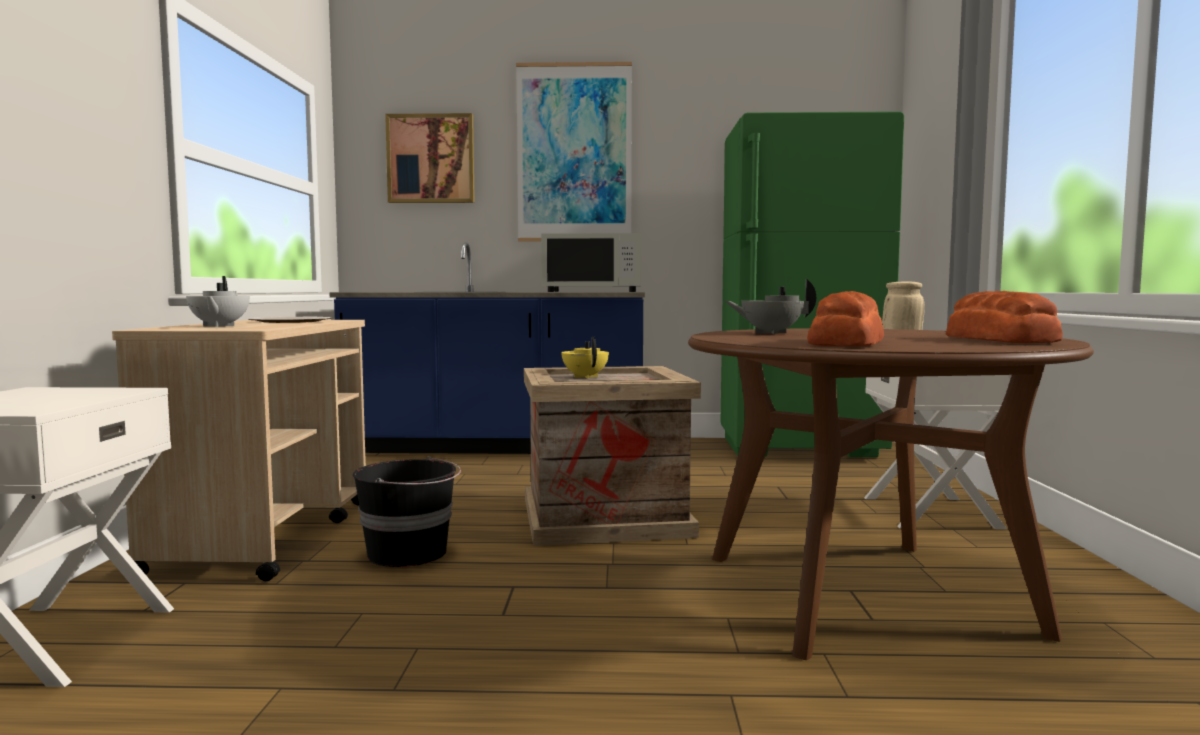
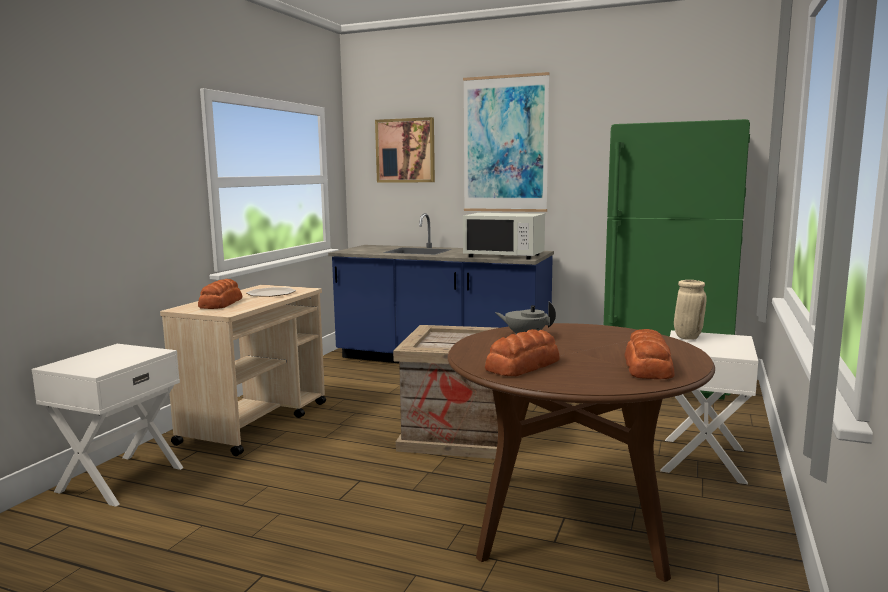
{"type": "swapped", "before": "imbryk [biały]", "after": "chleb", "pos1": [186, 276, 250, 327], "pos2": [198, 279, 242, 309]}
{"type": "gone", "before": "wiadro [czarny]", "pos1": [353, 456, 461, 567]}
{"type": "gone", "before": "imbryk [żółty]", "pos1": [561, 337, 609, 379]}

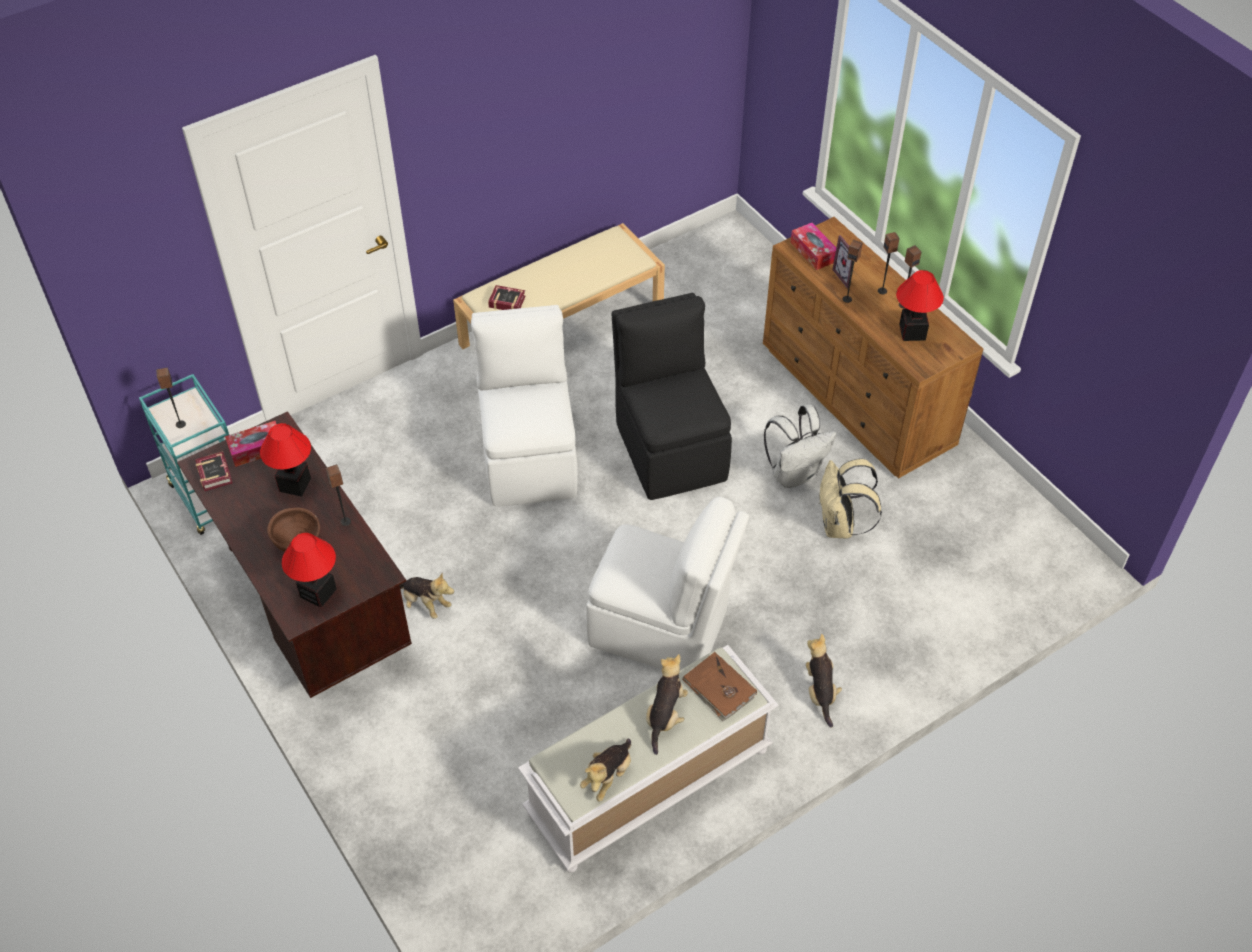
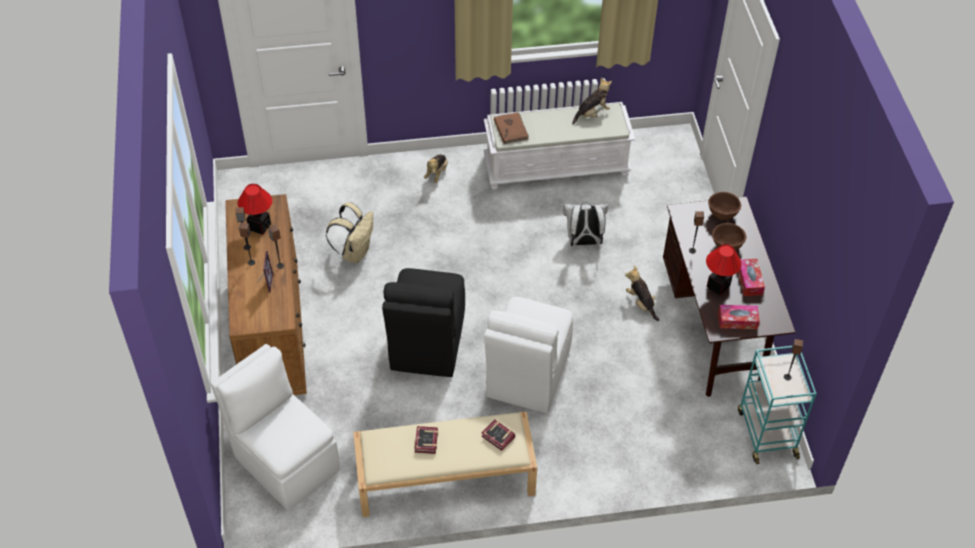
{"type": "shifted", "before": "książka", "pos1": [195, 451, 233, 491], "pos2": [415, 426, 438, 454]}
{"type": "swapped", "before": "lampa stołowa", "after": "miska [brązowy]", "pos1": [281, 533, 337, 607], "pos2": [708, 192, 741, 220]}
{"type": "shifted", "before": "krzesło [biały]", "pos1": [586, 497, 749, 670], "pos2": [211, 344, 340, 510]}
{"type": "gone", "before": "pluszak", "pos1": [646, 654, 688, 755]}
{"type": "shifted", "before": "plecak [biały]", "pos1": [764, 404, 837, 488], "pos2": [563, 202, 608, 246]}
{"type": "shifted", "before": "pudełko chusteczek", "pos1": [790, 223, 836, 270], "pos2": [738, 259, 765, 296]}

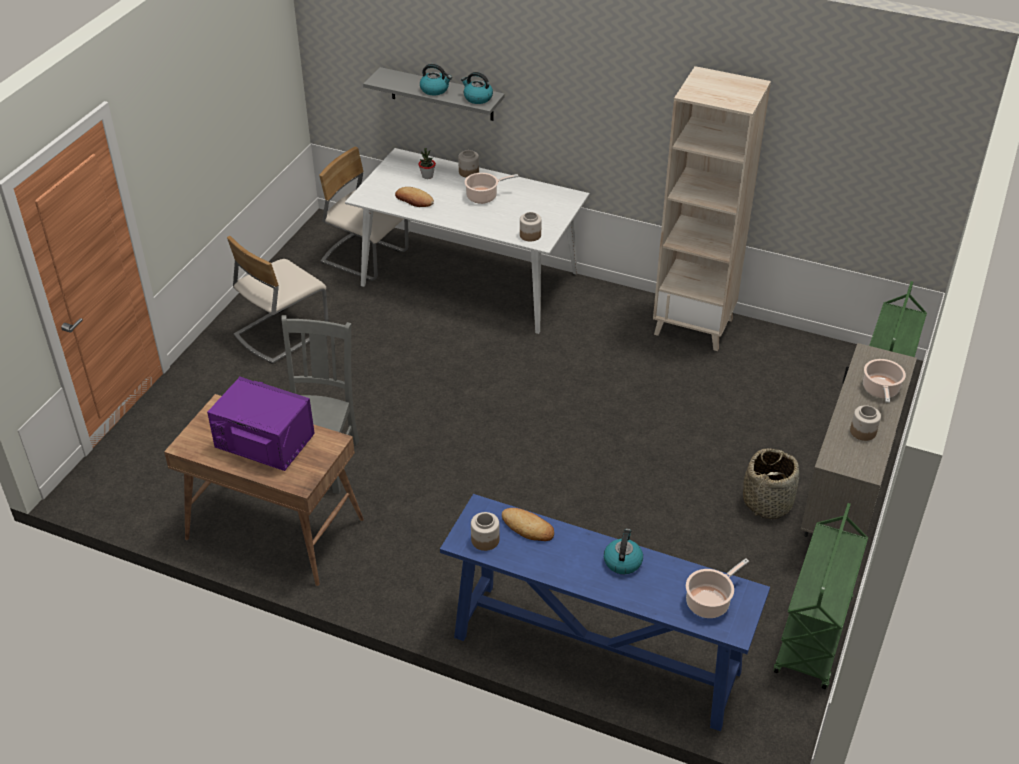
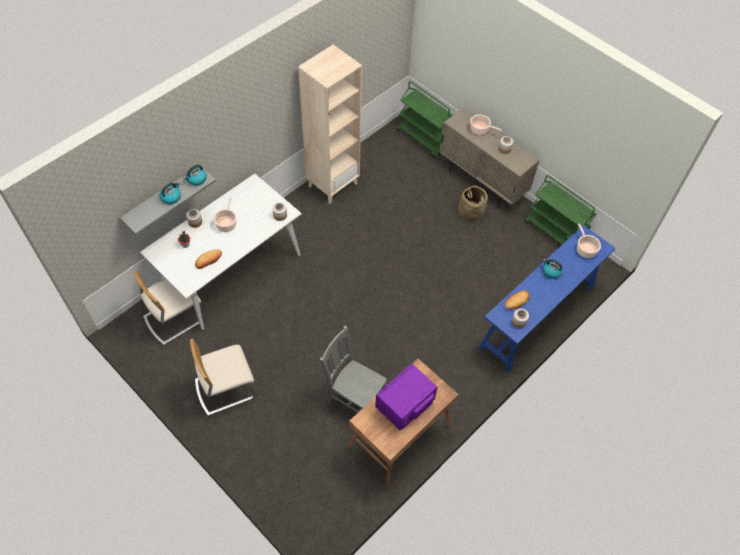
{"type": "rotated", "before": "krzesło [beżowy]", "pos1": [227, 236, 329, 364], "pos2": [190, 339, 255, 416], "turn": 90}

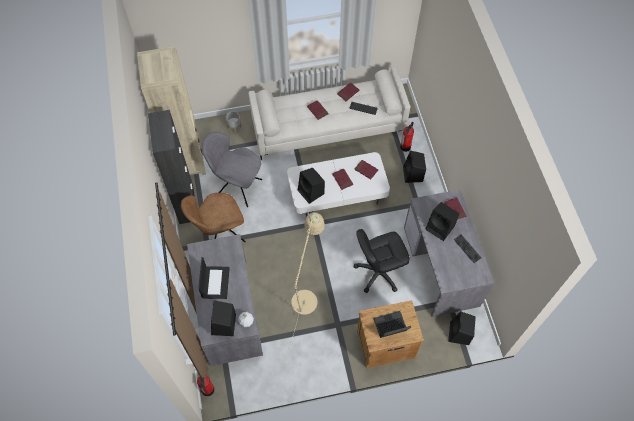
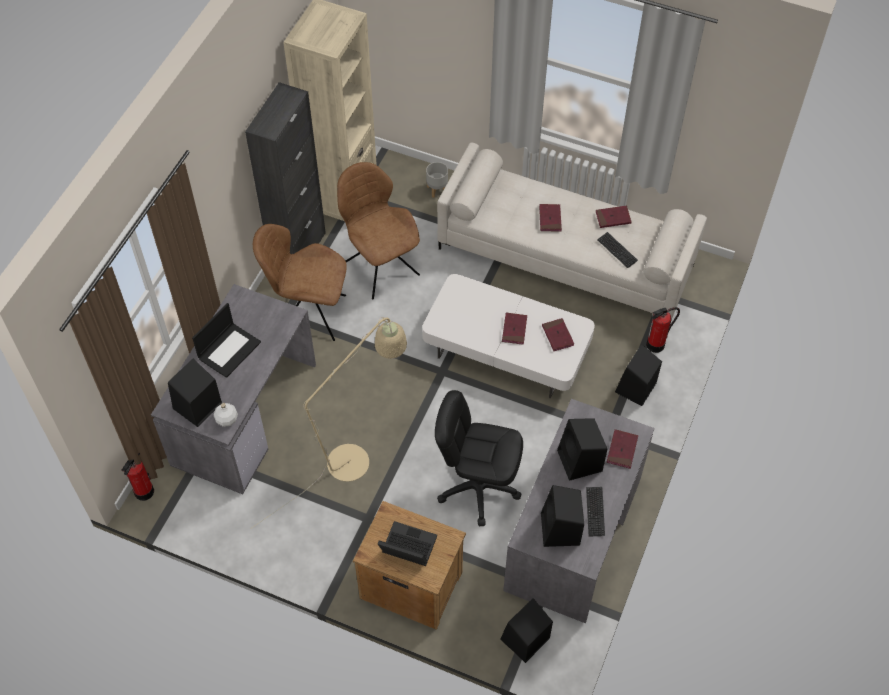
{"type": "repainted", "before": "krzesło [szary]", "after": "krzesło [brązowy]", "pos1": [202, 132, 262, 207], "pos2": [337, 162, 420, 299]}
{"type": "shifted", "before": "głośnik [czarny]", "pos1": [298, 168, 325, 204], "pos2": [541, 485, 584, 547]}

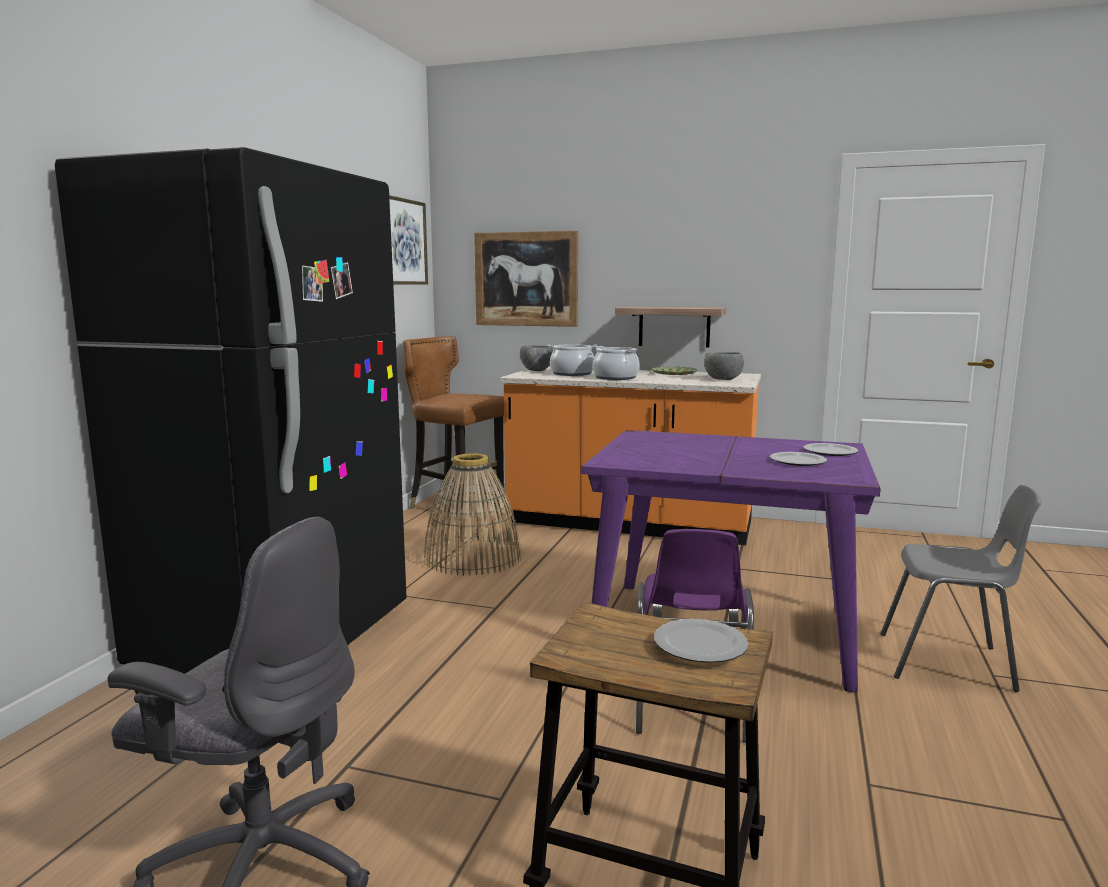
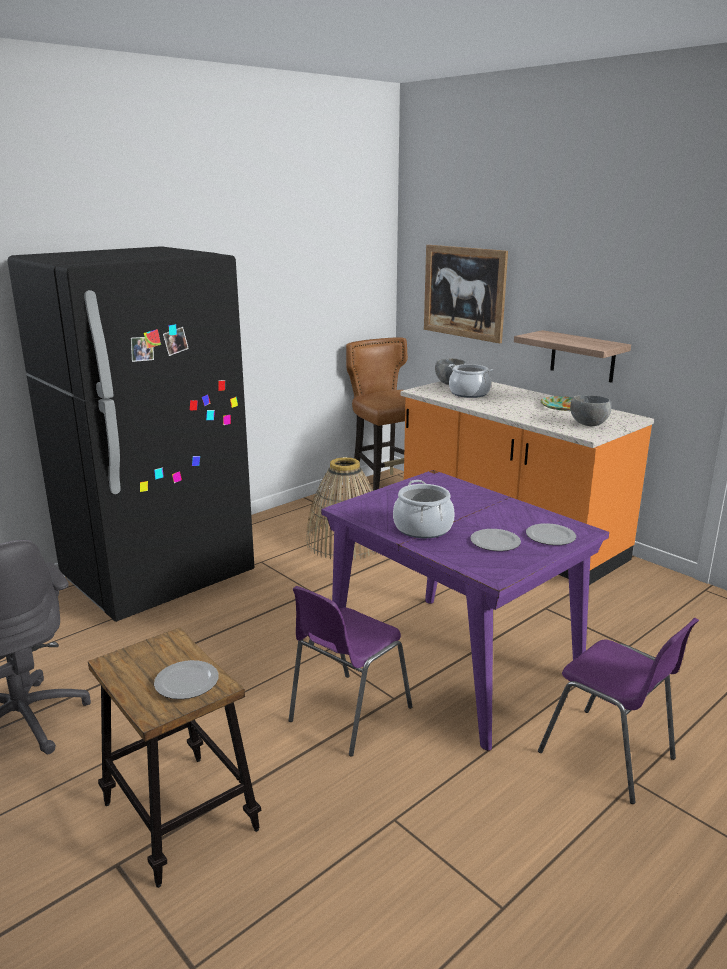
{"type": "gone", "before": "obraz", "pos1": [389, 195, 428, 285]}
{"type": "shifted", "before": "garnek", "pos1": [592, 346, 640, 380], "pos2": [393, 480, 455, 538]}
{"type": "repainted", "before": "krzesło [szary]", "after": "krzesło [fioletowy]", "pos1": [880, 485, 1042, 692], "pos2": [538, 618, 699, 804]}

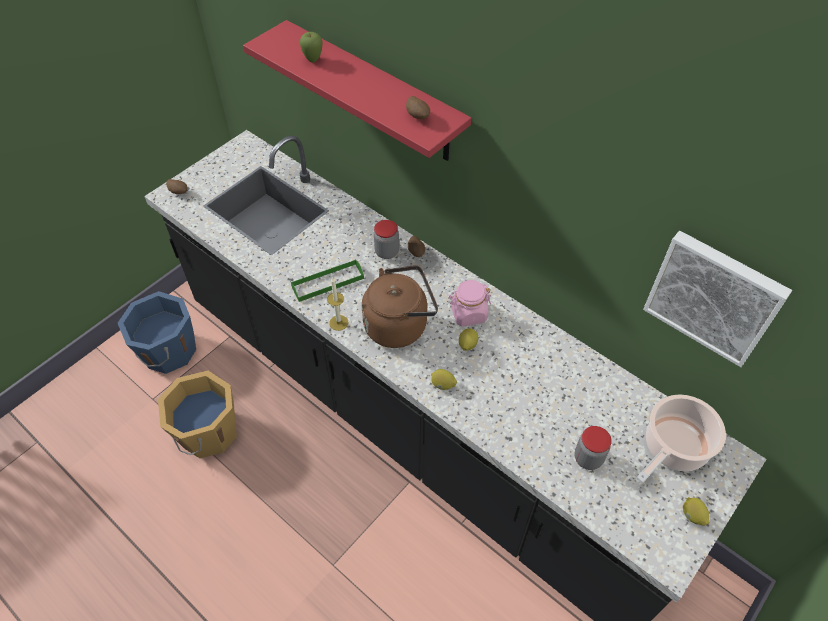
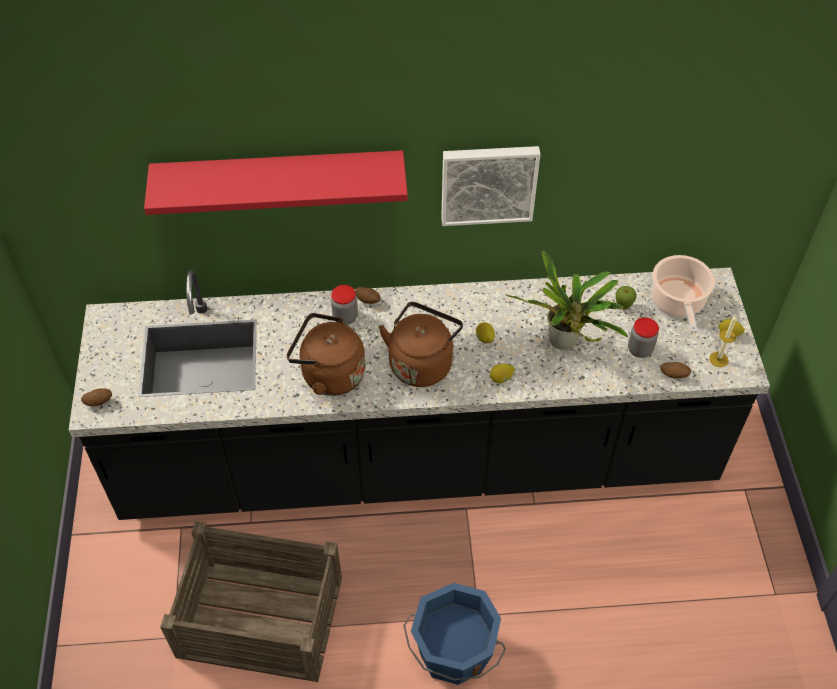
{"type": "shifted", "before": "wiadro [niebieski]", "pos1": [118, 291, 196, 374], "pos2": [403, 583, 506, 685]}
{"type": "swapped", "before": "wiadro [pomarańczowy]", "after": "skrzynka", "pos1": [158, 371, 237, 458], "pos2": [160, 521, 342, 682]}
{"type": "swapped", "before": "taca [zielony]", "after": "czajnik [brązowy]", "pos1": [291, 259, 364, 302], "pos2": [287, 313, 365, 396]}
{"type": "shifted", "before": "jabłko", "pos1": [300, 32, 323, 63], "pos2": [616, 286, 637, 310]}
{"type": "shifted", "before": "świeca", "pos1": [327, 277, 348, 331], "pos2": [709, 315, 737, 367]}
{"type": "shifted", "before": "ziemniak", "pos1": [406, 96, 430, 119], "pos2": [660, 362, 692, 379]}
{"type": "gone", "before": "słoik [różowy]", "pos1": [448, 280, 491, 327]}
{"type": "shifted", "before": "obraz", "pos1": [643, 231, 792, 367], "pos2": [441, 146, 541, 226]}
{"type": "new", "after": "roślina doniczkowa", "pos2": [505, 251, 628, 350]}

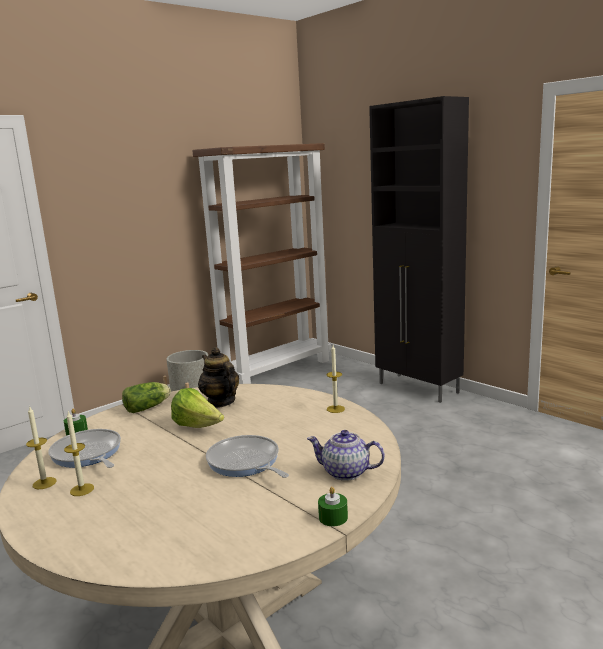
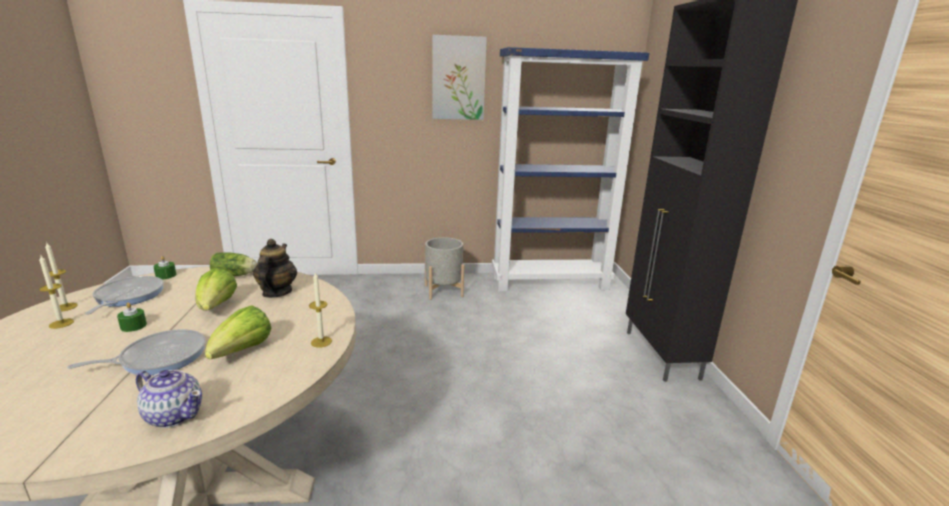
{"type": "repainted", "before": "regał [brązowy]", "after": "regał [niebieski]", "pos1": [192, 143, 331, 384], "pos2": [492, 47, 649, 292]}
{"type": "rotated", "before": "patelnia", "pos1": [206, 435, 289, 478], "pos2": [67, 329, 205, 375], "turn": 60}
{"type": "rotated", "before": "imbryk", "pos1": [307, 430, 385, 481], "pos2": [136, 370, 202, 428], "turn": 150}
{"type": "shifted", "before": "świeca [zielony]", "pos1": [318, 487, 348, 526], "pos2": [117, 303, 147, 332]}
{"type": "new", "after": "sałata", "pos2": [205, 305, 271, 359]}
{"type": "new", "after": "obraz", "pos2": [432, 35, 487, 120]}

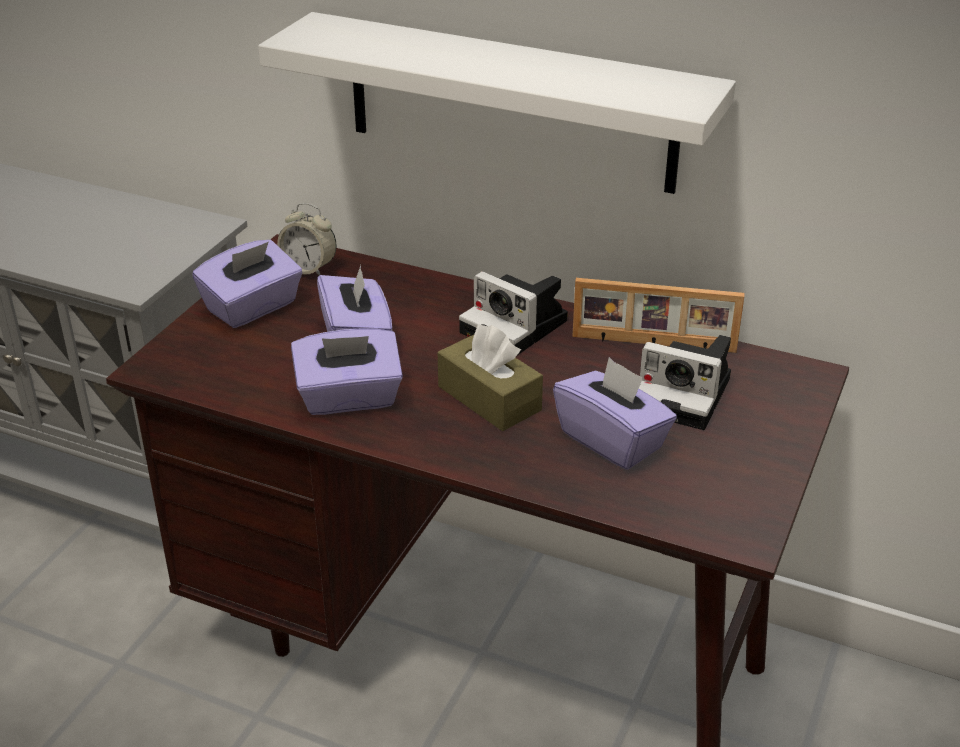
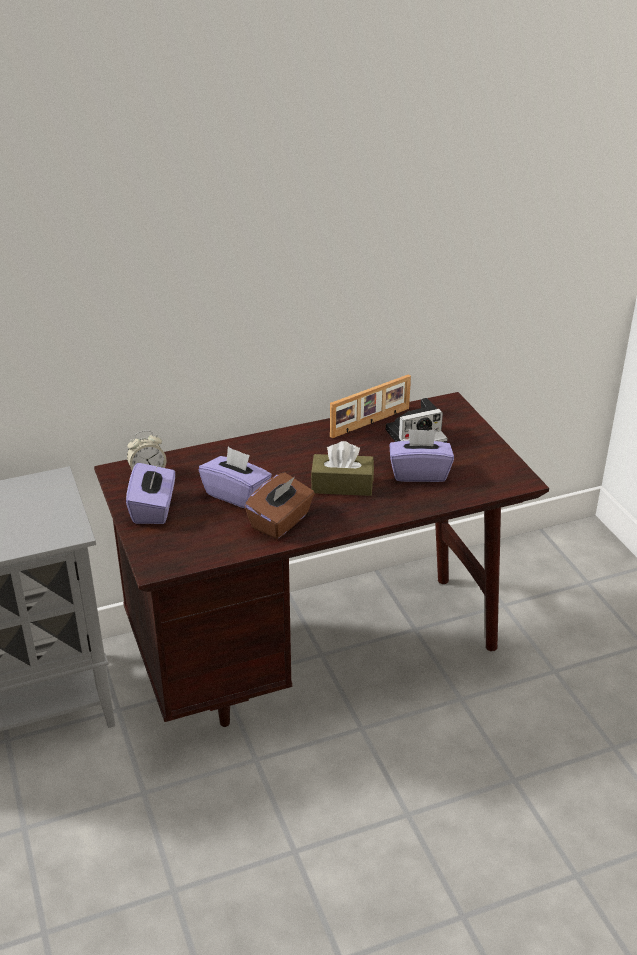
{"type": "gone", "before": "półka [biały]", "pos1": [258, 12, 736, 194]}
{"type": "repainted", "before": "pudełko chusteczek [fioletowy]", "after": "pudełko chusteczek [brązowy]", "pos1": [291, 328, 403, 415], "pos2": [245, 472, 315, 539]}
{"type": "gone", "before": "aparat fotograficzny", "pos1": [459, 271, 568, 355]}

